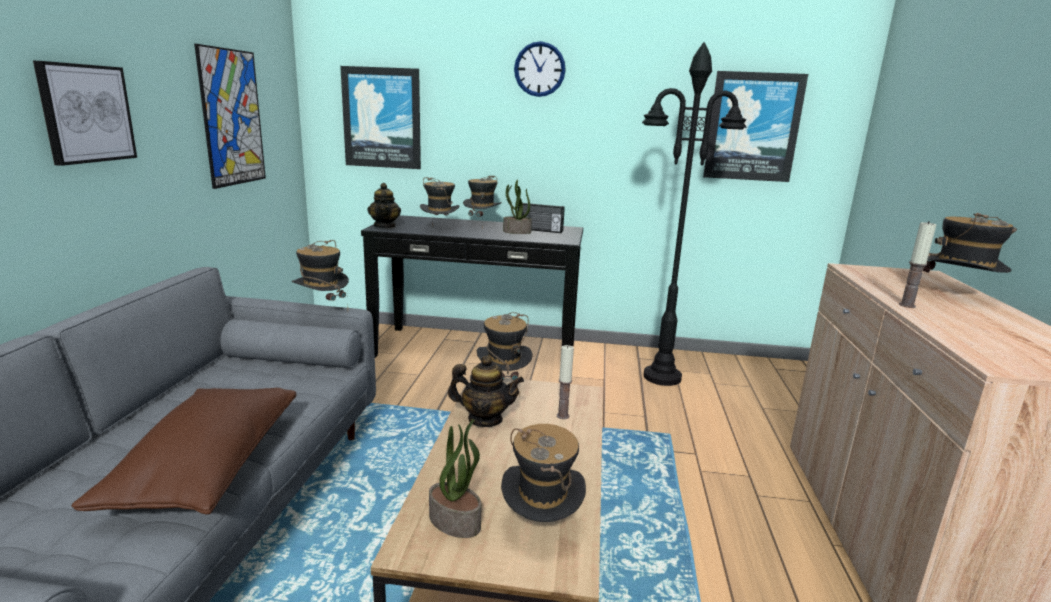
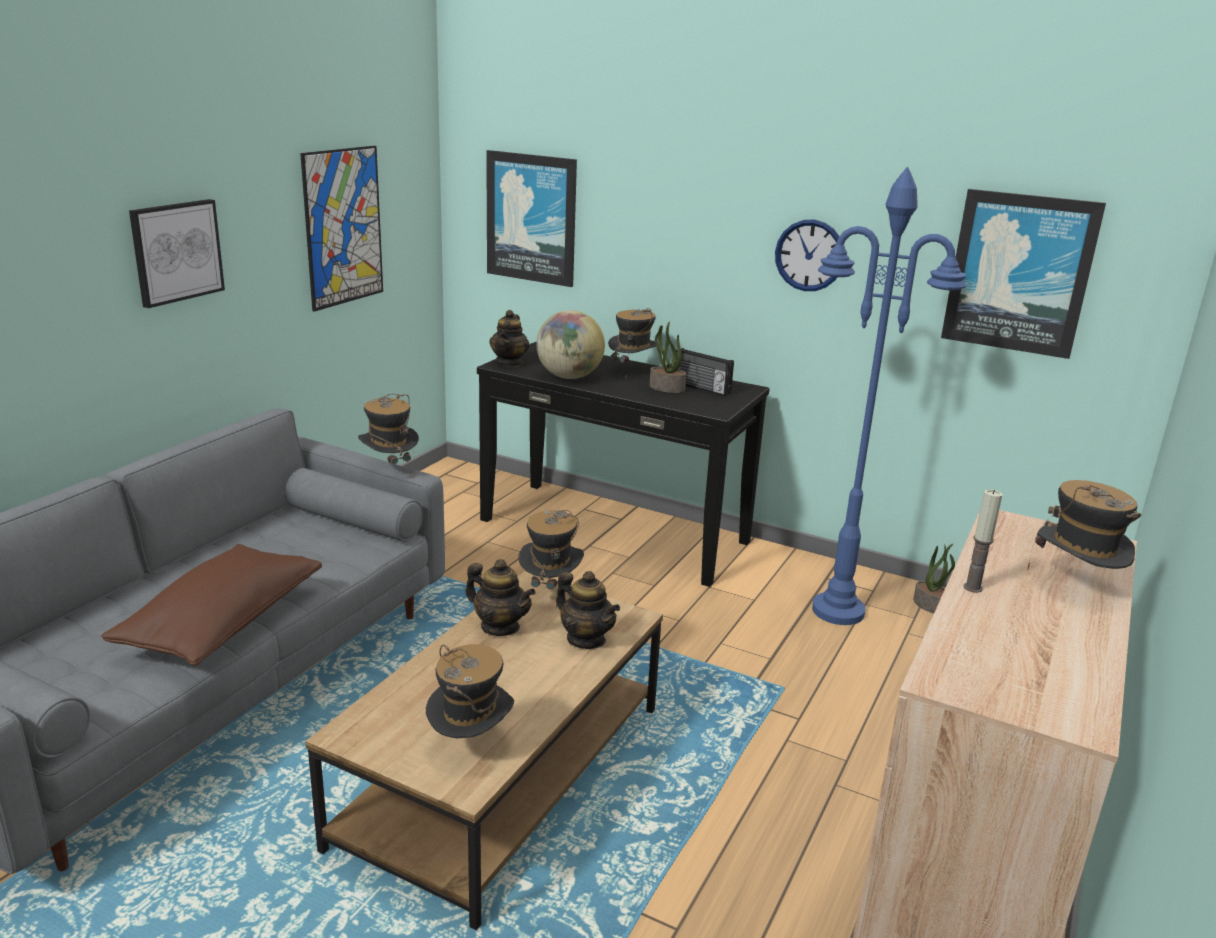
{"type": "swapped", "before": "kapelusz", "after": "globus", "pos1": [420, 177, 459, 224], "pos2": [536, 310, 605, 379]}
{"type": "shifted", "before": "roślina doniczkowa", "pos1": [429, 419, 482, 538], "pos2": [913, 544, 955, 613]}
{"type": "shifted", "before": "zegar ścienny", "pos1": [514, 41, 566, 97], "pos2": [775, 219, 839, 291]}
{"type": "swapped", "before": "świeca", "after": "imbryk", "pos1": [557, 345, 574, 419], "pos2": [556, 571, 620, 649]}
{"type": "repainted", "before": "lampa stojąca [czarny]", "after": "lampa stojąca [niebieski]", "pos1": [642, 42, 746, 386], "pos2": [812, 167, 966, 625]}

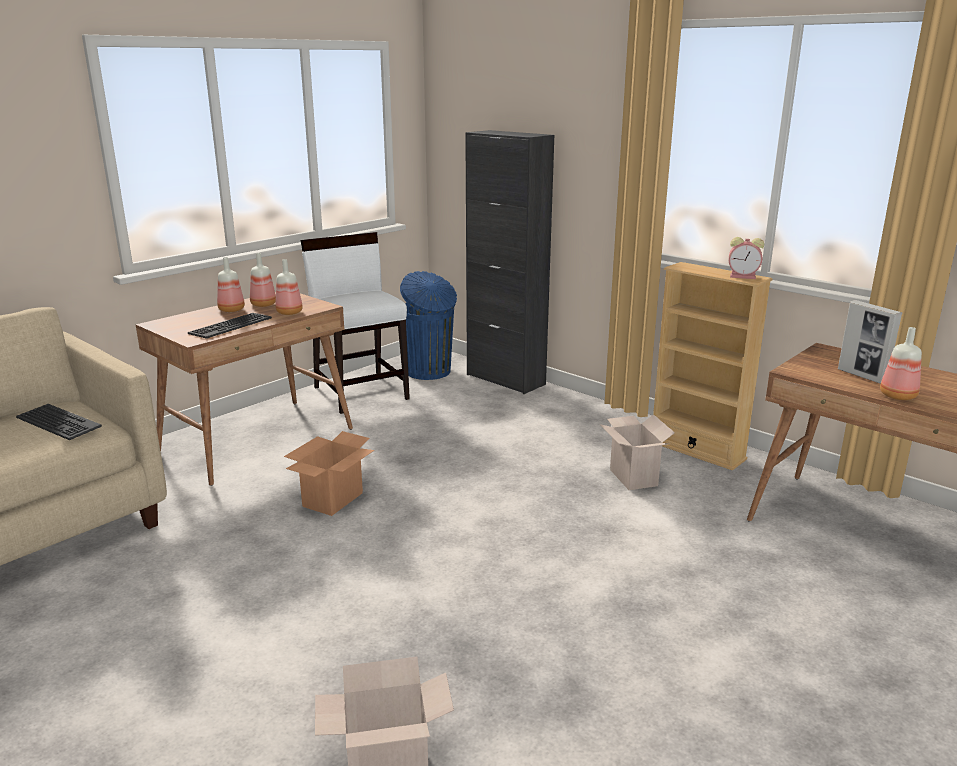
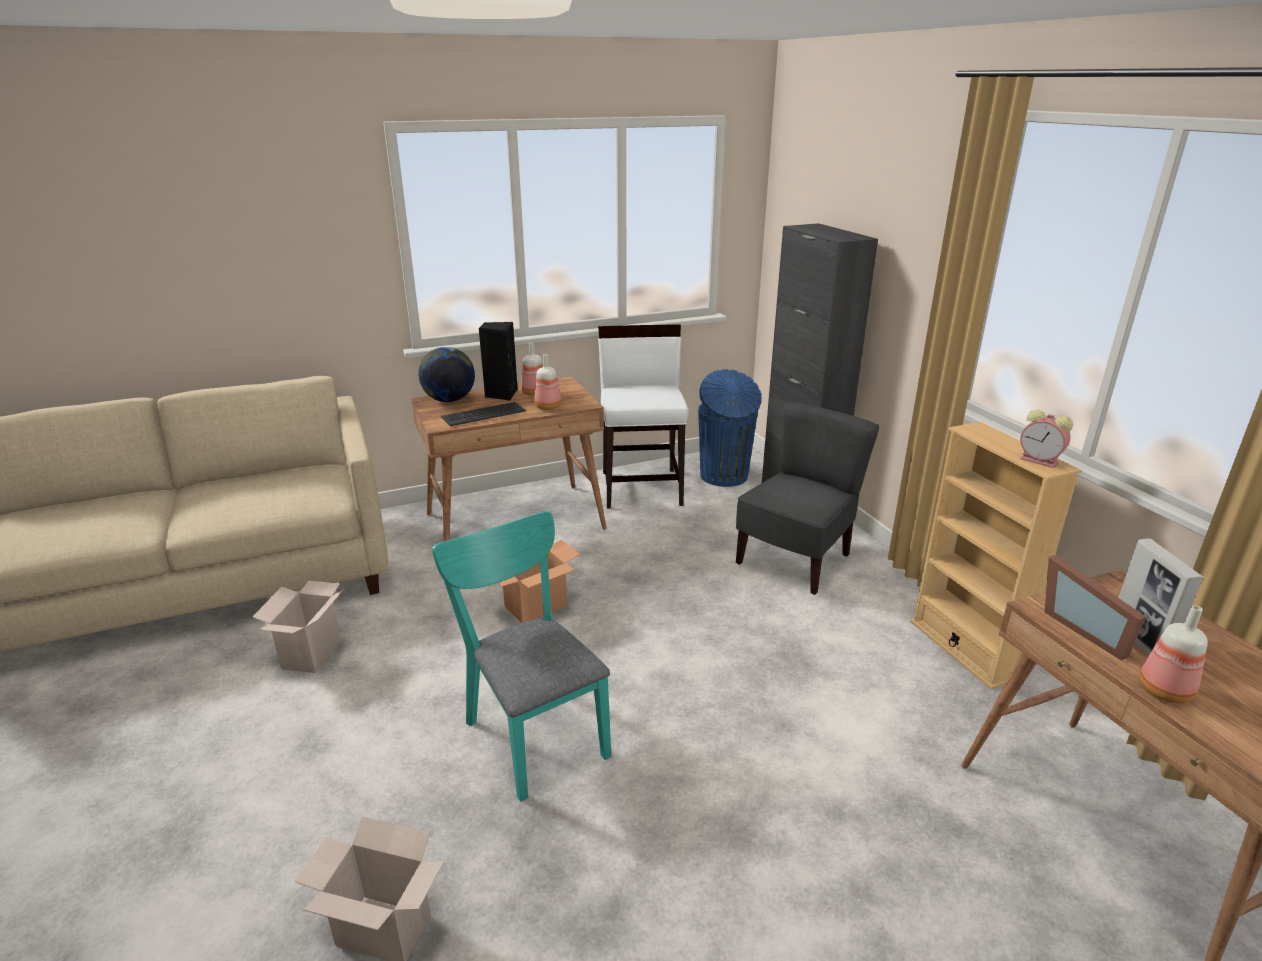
{"type": "gone", "before": "klawiatura", "pos1": [16, 404, 102, 440]}
{"type": "swapped", "before": "butelka", "after": "głośnik [czarny]", "pos1": [217, 257, 245, 312], "pos2": [479, 322, 518, 401]}
{"type": "shifted", "before": "karton", "pos1": [600, 414, 675, 490], "pos2": [252, 581, 344, 673]}
{"type": "new", "after": "globus", "pos2": [418, 347, 475, 402]}
{"type": "new", "after": "krzesło [turkusowy]", "pos2": [432, 511, 611, 802]}
{"type": "new", "after": "krzesło [szary]", "pos2": [736, 402, 880, 595]}
{"type": "new", "after": "ramka na zdjęcie", "pos2": [1045, 555, 1146, 661]}

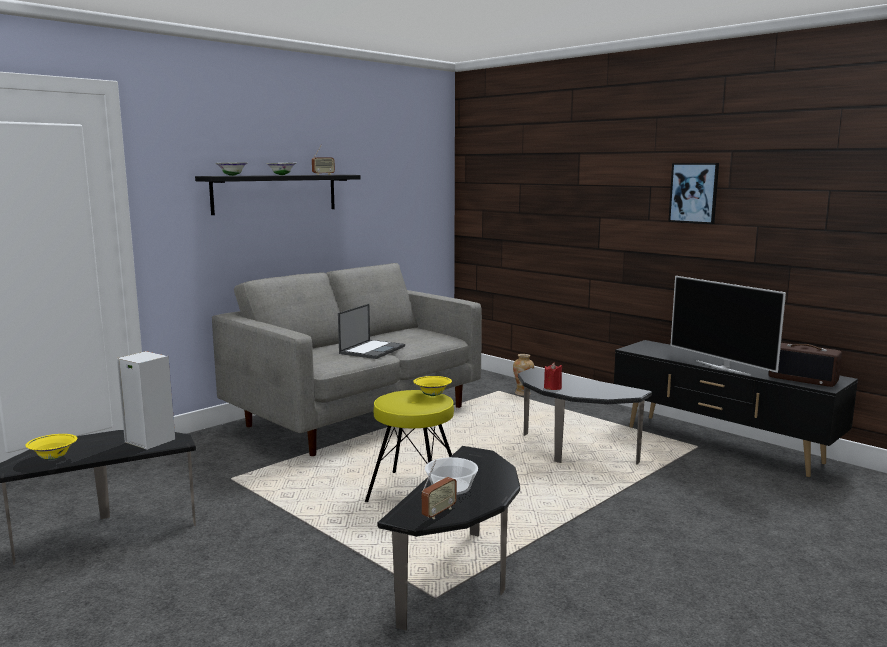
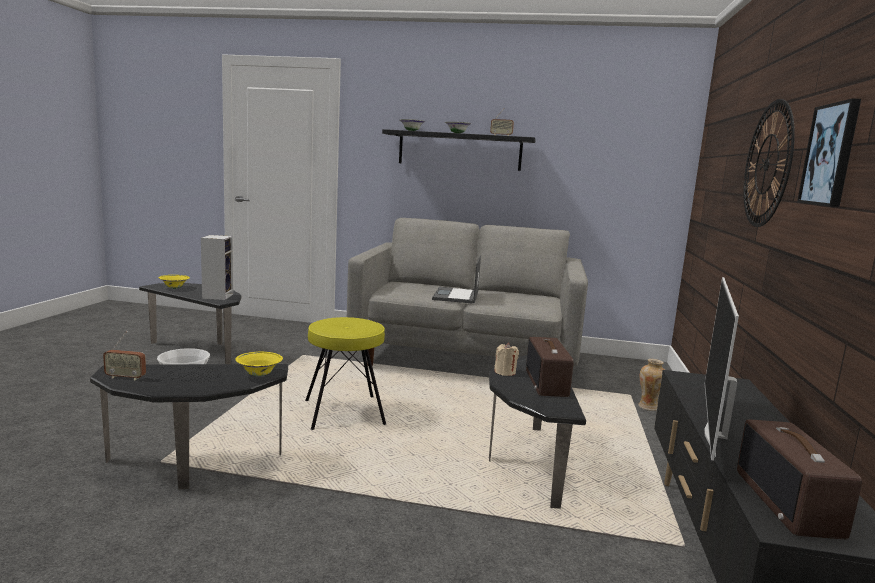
{"type": "rotated", "before": "laptop", "pos1": [338, 304, 405, 359], "pos2": [432, 255, 481, 304], "turn": 105}
{"type": "shifted", "before": "miska [żółty]", "pos1": [413, 376, 452, 396], "pos2": [235, 352, 283, 376]}
{"type": "repainted", "before": "świeca [czerwony]", "after": "świeca [beżowy]", "pos1": [544, 363, 562, 390], "pos2": [494, 343, 519, 376]}
{"type": "new", "after": "radio", "pos2": [526, 337, 574, 397]}
{"type": "new", "after": "zegar ścienny", "pos2": [743, 99, 795, 227]}

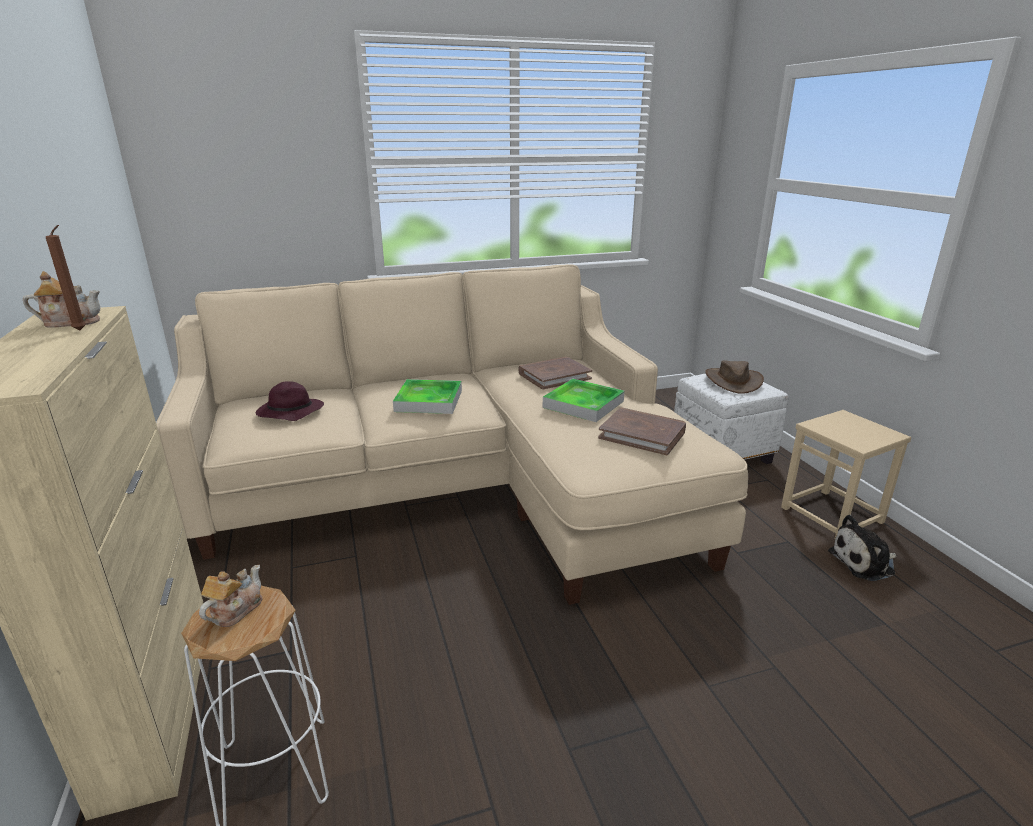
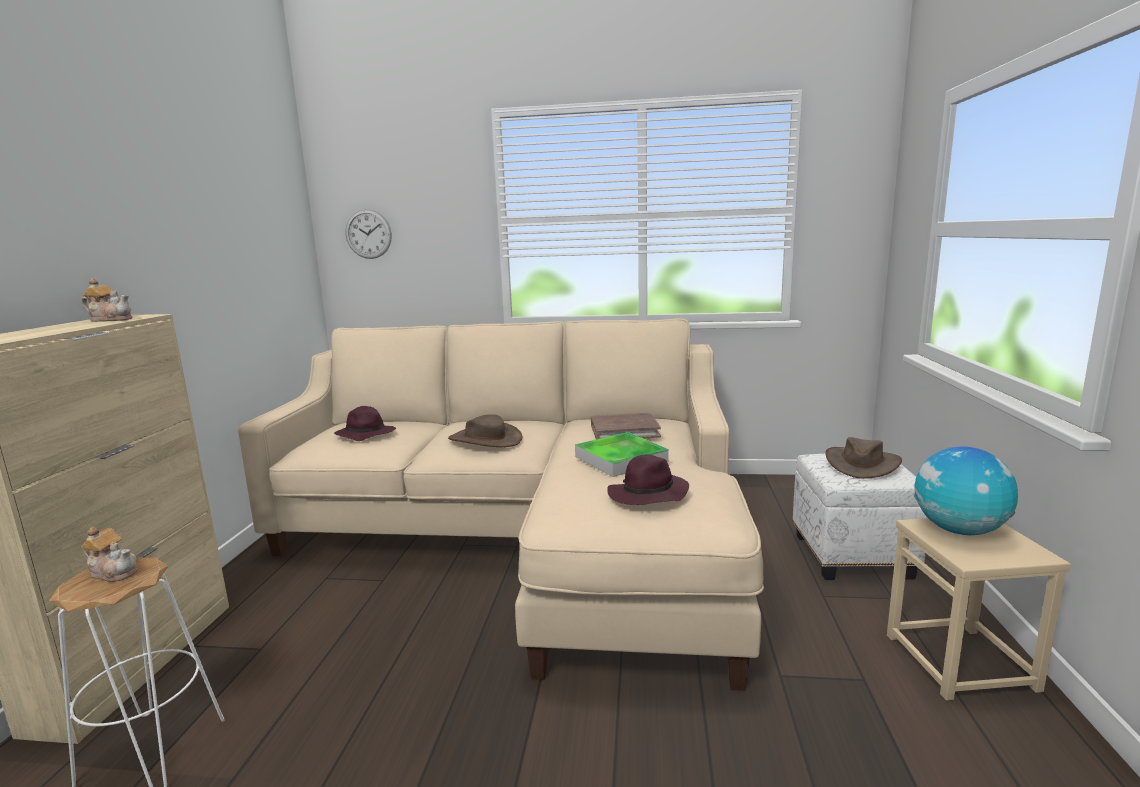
{"type": "gone", "before": "świeca [brązowy]", "pos1": [46, 225, 86, 330]}
{"type": "rotated", "before": "imbryk", "pos1": [199, 565, 263, 627], "pos2": [81, 526, 138, 582], "turn": 60}
{"type": "swapped", "before": "taca", "after": "kapelusz [brązowy]", "pos1": [393, 379, 462, 414], "pos2": [448, 414, 522, 447]}
{"type": "swapped", "before": "książka [brązowy]", "after": "kapelusz [fioletowy]", "pos1": [598, 407, 686, 455], "pos2": [607, 454, 689, 505]}
{"type": "gone", "before": "pluszak", "pos1": [828, 515, 897, 581]}
{"type": "new", "after": "zegar ścienny", "pos2": [346, 209, 392, 259]}
{"type": "new", "after": "globus", "pos2": [914, 446, 1018, 535]}

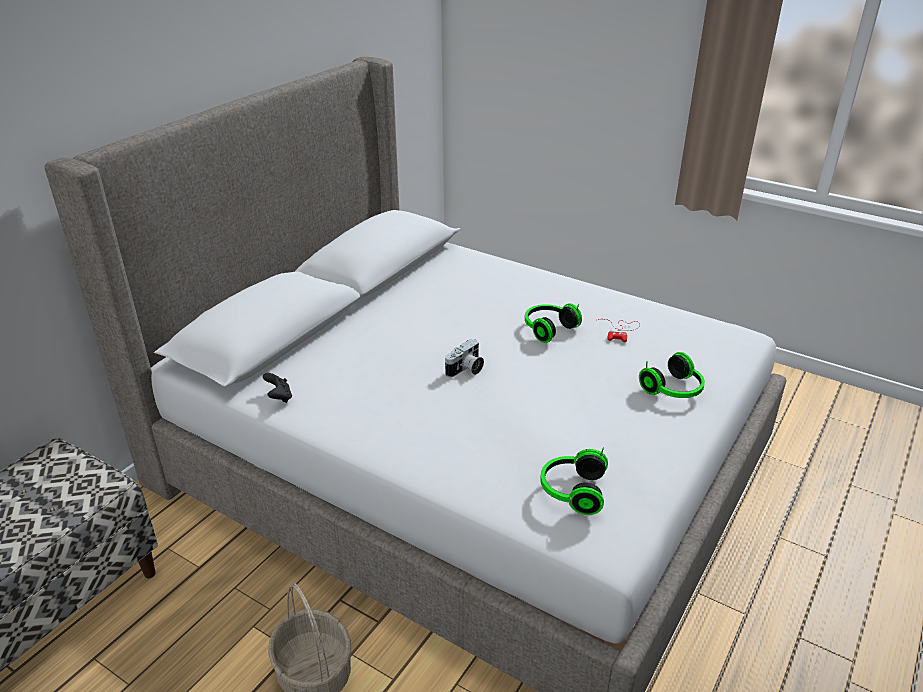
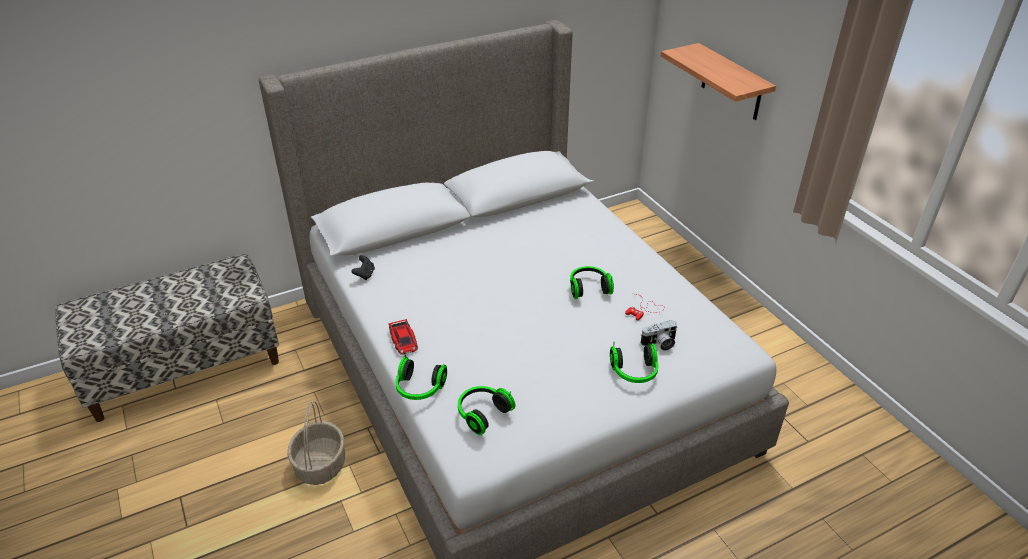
{"type": "shifted", "before": "aparat fotograficzny", "pos1": [445, 339, 484, 378], "pos2": [641, 320, 677, 351]}
{"type": "new", "after": "samochodzik", "pos2": [388, 319, 418, 355]}
{"type": "new", "after": "słuchawki", "pos2": [395, 352, 447, 400]}
{"type": "new", "after": "półka", "pos2": [661, 43, 776, 120]}

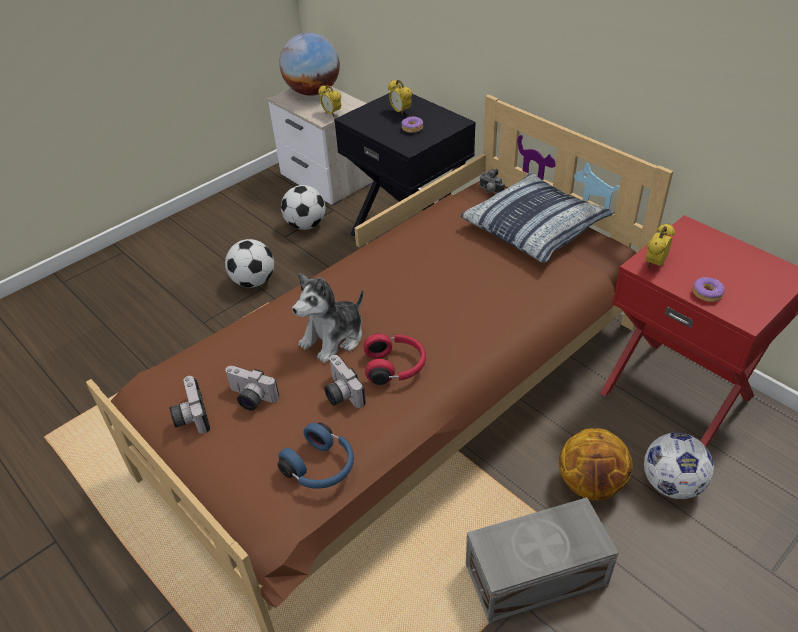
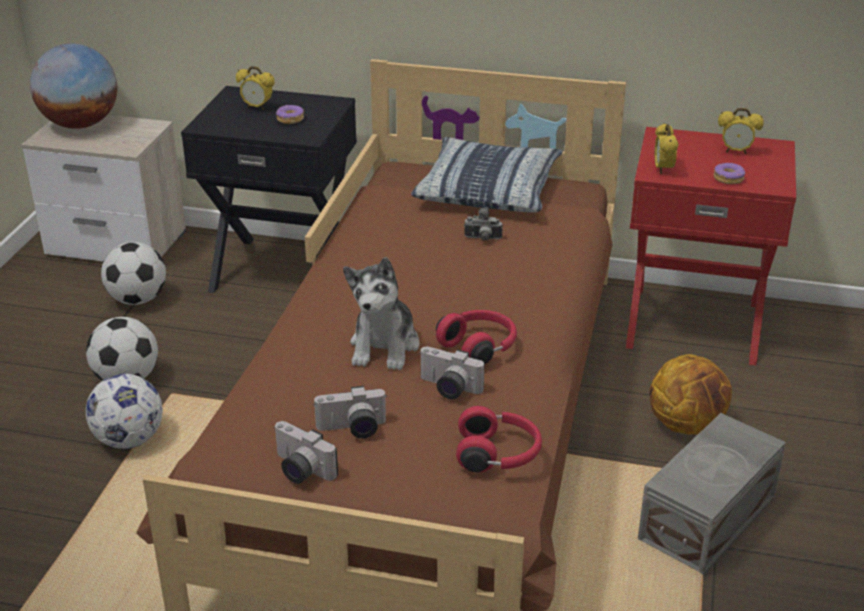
{"type": "repainted", "before": "słuchawki [niebieski]", "after": "słuchawki [czerwony]", "pos1": [278, 423, 354, 489], "pos2": [456, 406, 542, 473]}
{"type": "shifted", "before": "budzik", "pos1": [318, 85, 341, 117], "pos2": [718, 108, 764, 154]}
{"type": "shifted", "before": "aparat fotograficzny", "pos1": [480, 169, 505, 193], "pos2": [464, 207, 503, 241]}
{"type": "shifted", "before": "piłka futbolowa", "pos1": [644, 433, 714, 499], "pos2": [86, 374, 163, 449]}

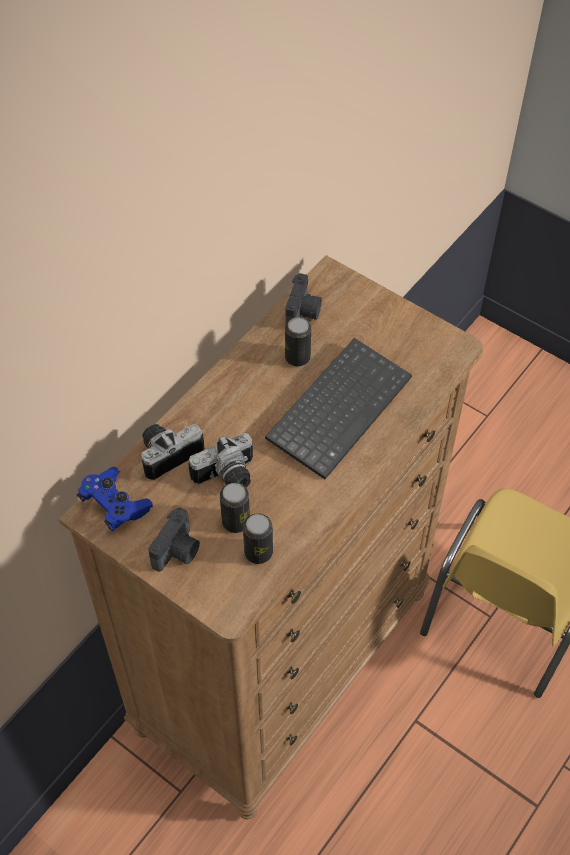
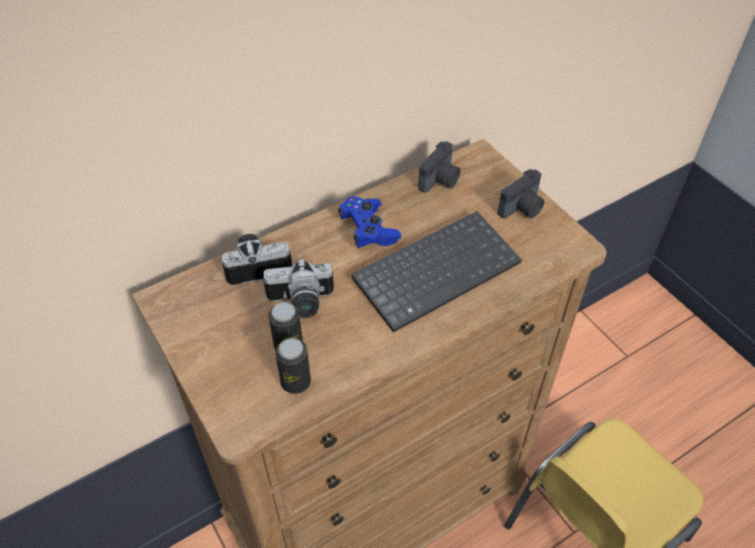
{"type": "shifted", "before": "pad do gier [niebieski]", "pos1": [76, 467, 153, 531], "pos2": [338, 196, 401, 248]}
{"type": "shifted", "before": "aparat fotograficzny", "pos1": [148, 507, 200, 571], "pos2": [497, 169, 545, 219]}
{"type": "gone", "before": "puszka", "pos1": [285, 317, 311, 366]}

